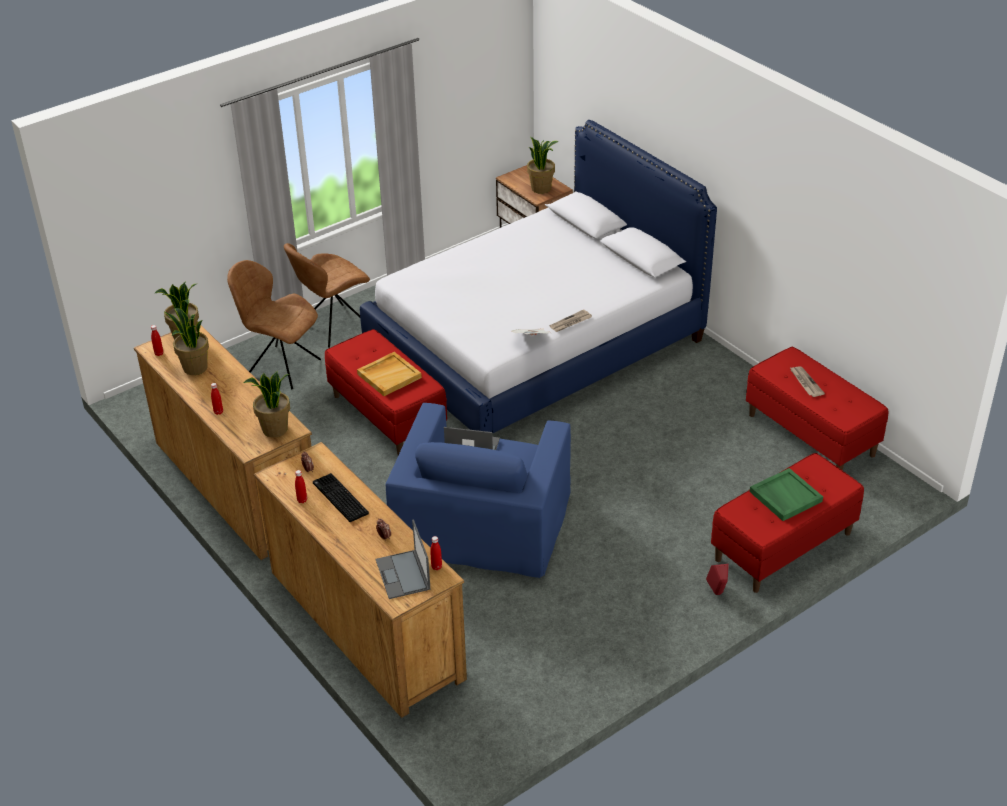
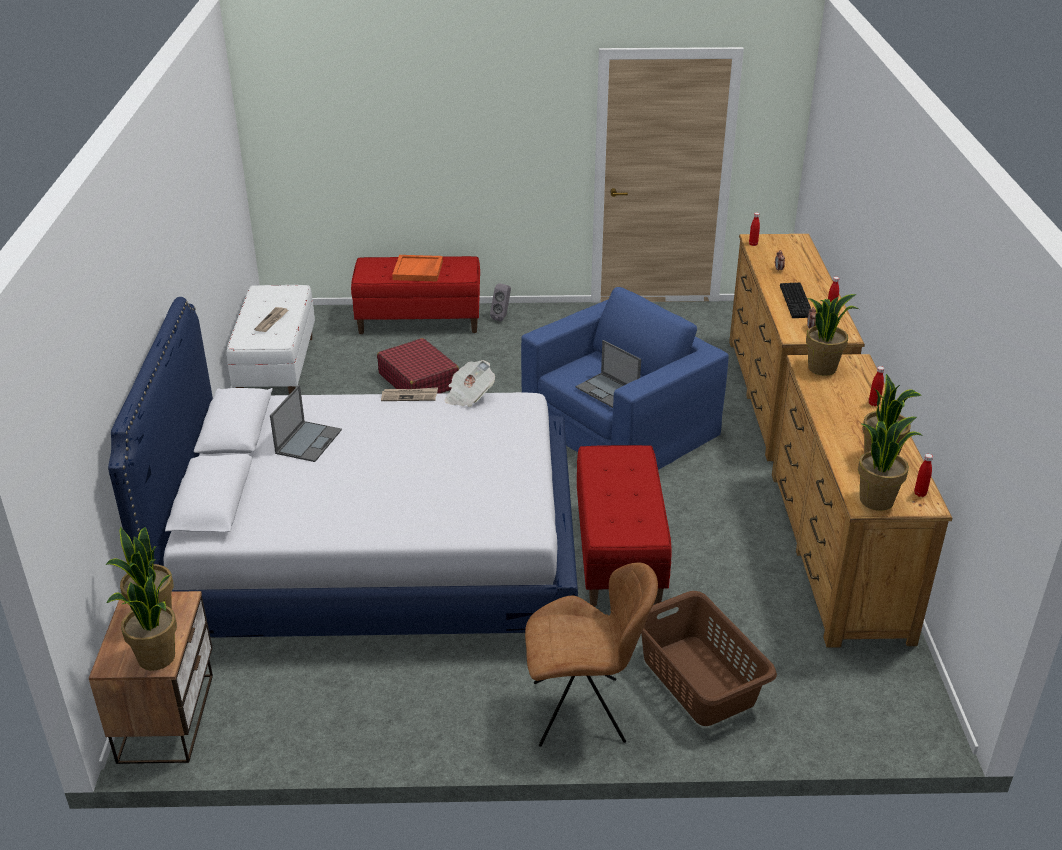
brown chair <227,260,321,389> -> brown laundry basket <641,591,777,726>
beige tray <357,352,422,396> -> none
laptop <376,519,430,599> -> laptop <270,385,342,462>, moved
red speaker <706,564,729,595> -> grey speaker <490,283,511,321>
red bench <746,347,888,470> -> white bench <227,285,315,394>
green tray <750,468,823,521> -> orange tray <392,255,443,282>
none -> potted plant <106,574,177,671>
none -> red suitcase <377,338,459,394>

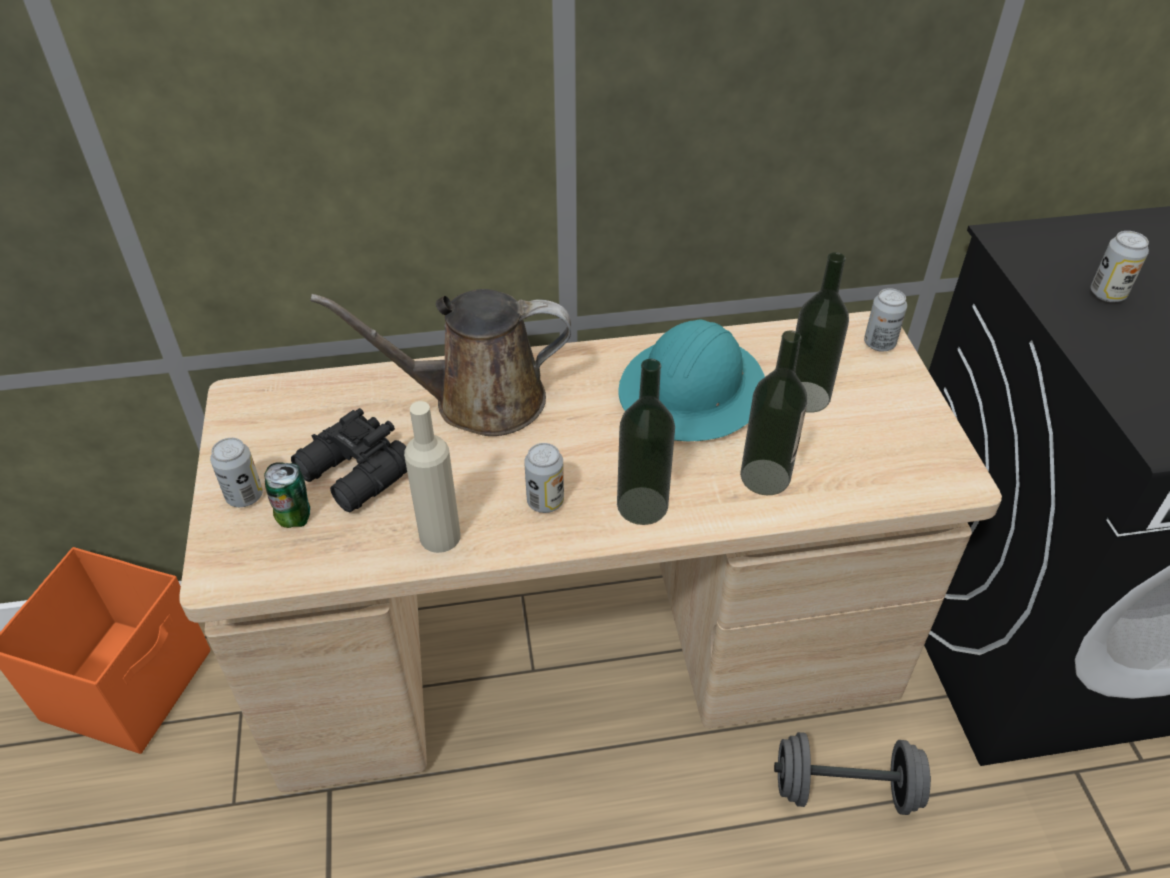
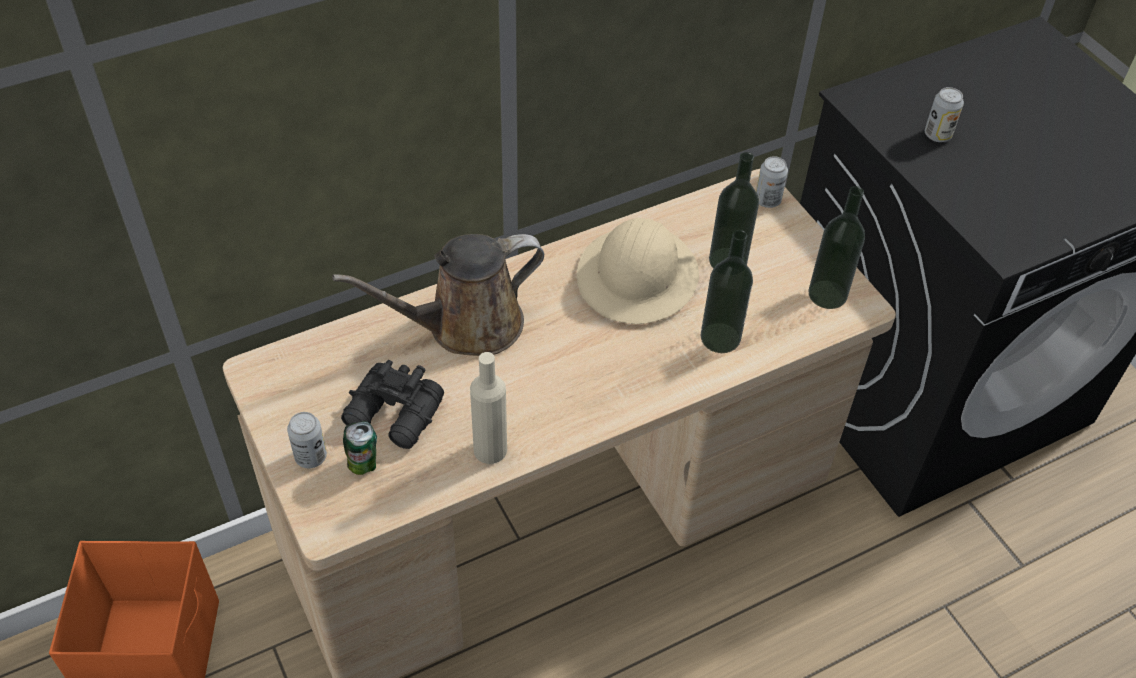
can <524,443,564,513> -> none
bottle <617,359,675,525> -> bottle <808,186,865,309>, moved
turquoise hard hat <618,320,765,441> -> beige hard hat <577,218,699,324>
grey dumbbell <774,732,931,815> -> none

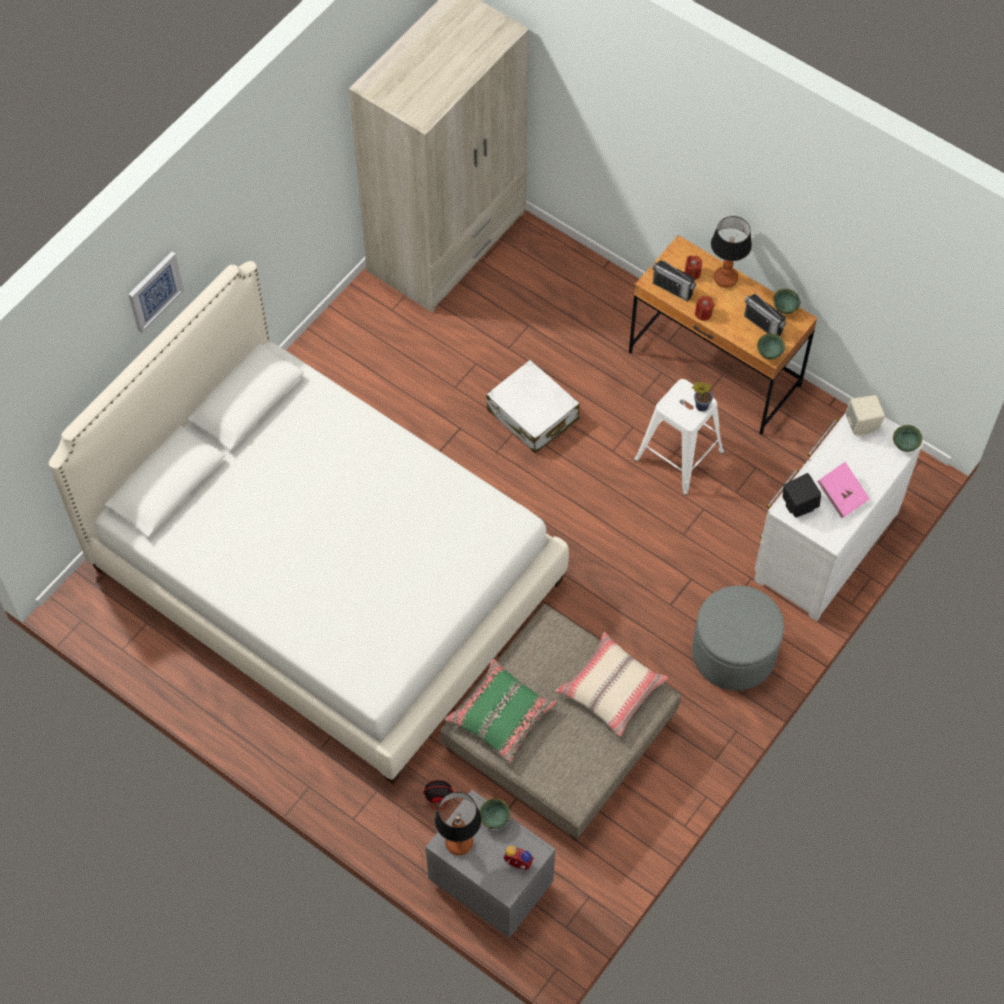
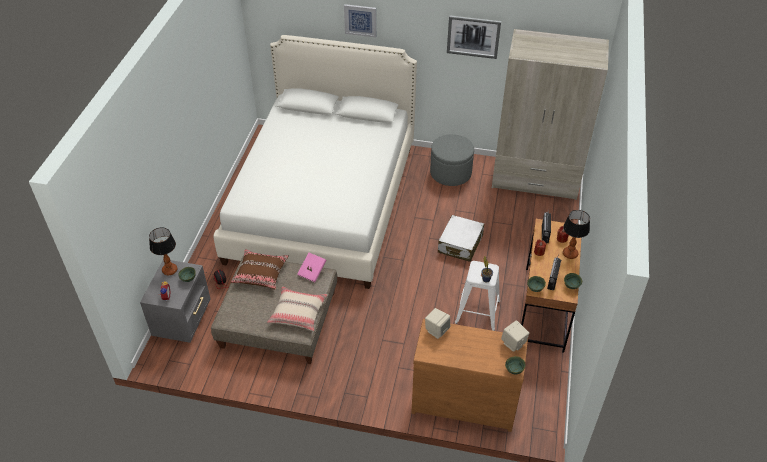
green pillow <444,658,558,764> -> brown pillow <231,249,289,290>
grey ottoman <692,585,784,690> -> grey ottoman <430,134,474,186>, moved
white dresser <754,414,924,621> -> brown dresser <411,319,528,432>
black speaker <782,473,821,517> -> beige speaker <425,308,450,339>
pink book <817,462,870,518> -> pink book <298,252,326,282>, moved
none -> picture <447,15,501,59>

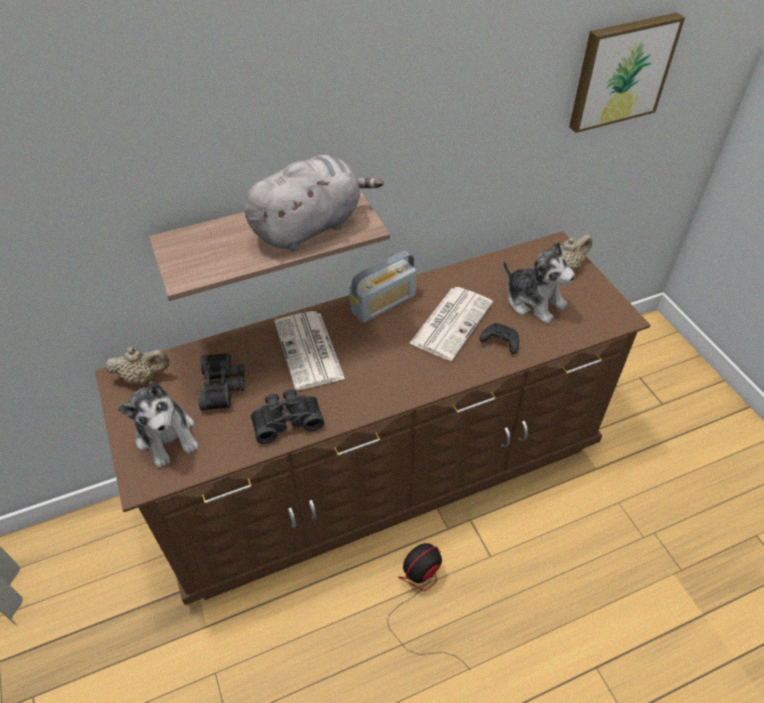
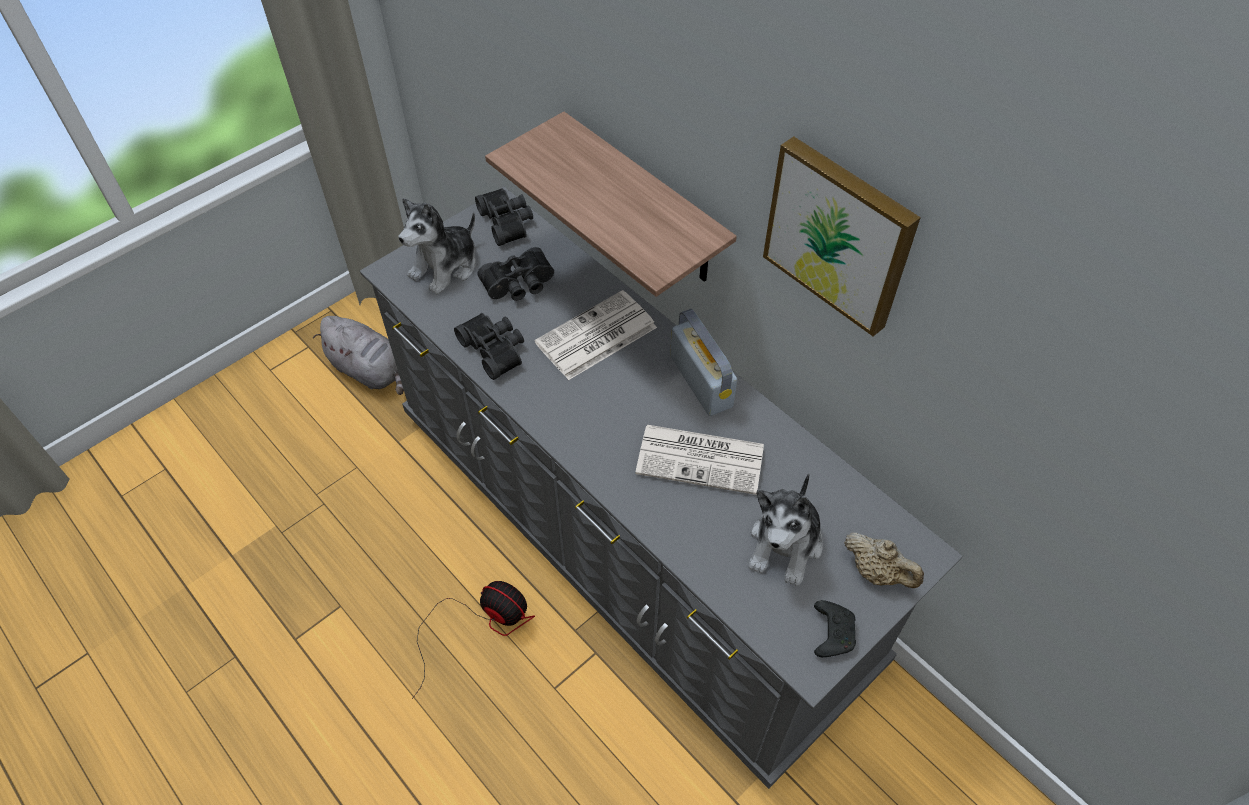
brown dresser <95,231,650,605> -> grey dresser <360,187,963,789>
beige teapot <105,347,170,384> -> black binoculars <475,188,533,246>
grey plush toy <244,155,384,251> -> grey plush toy <313,316,404,395>, moved
radio <350,251,416,323> -> radio <670,309,737,416>, 150 degrees counterclockwise
black game controller <480,323,519,354> -> black game controller <814,600,856,657>, moved
picture <569,12,685,133> -> picture <763,137,921,336>, moved

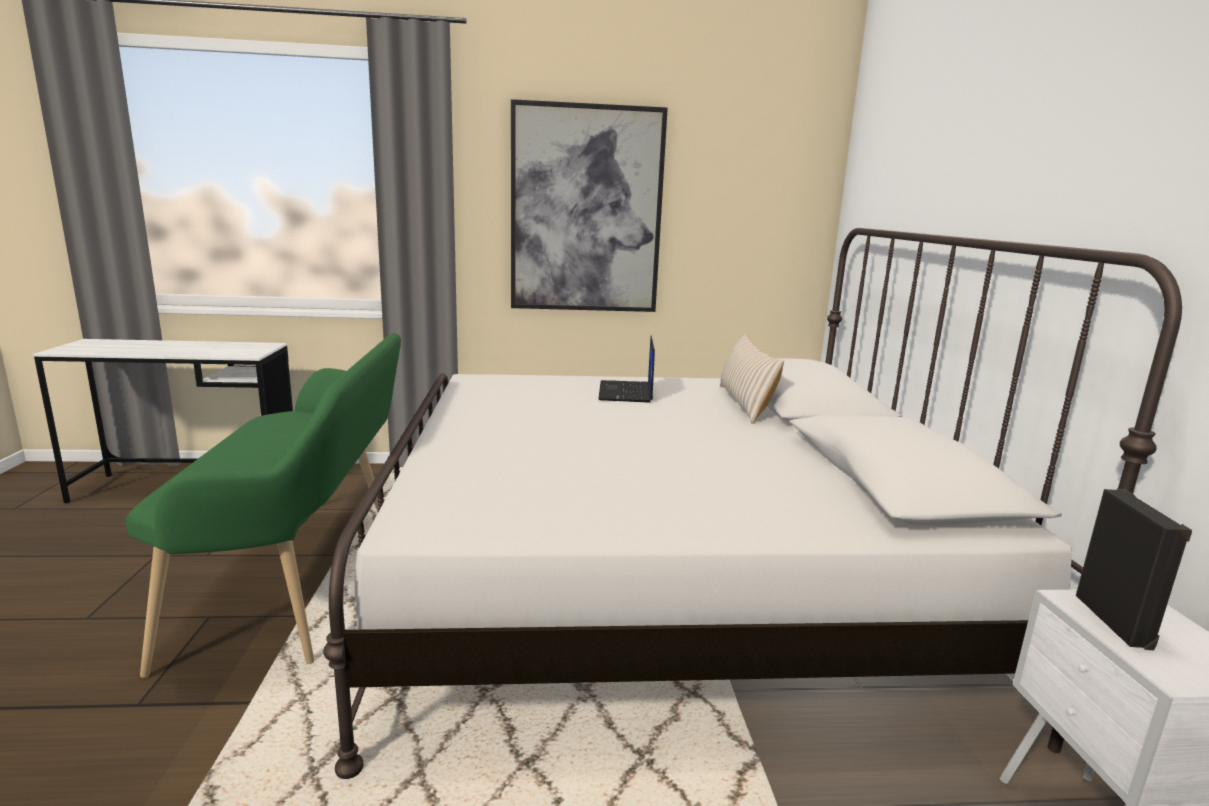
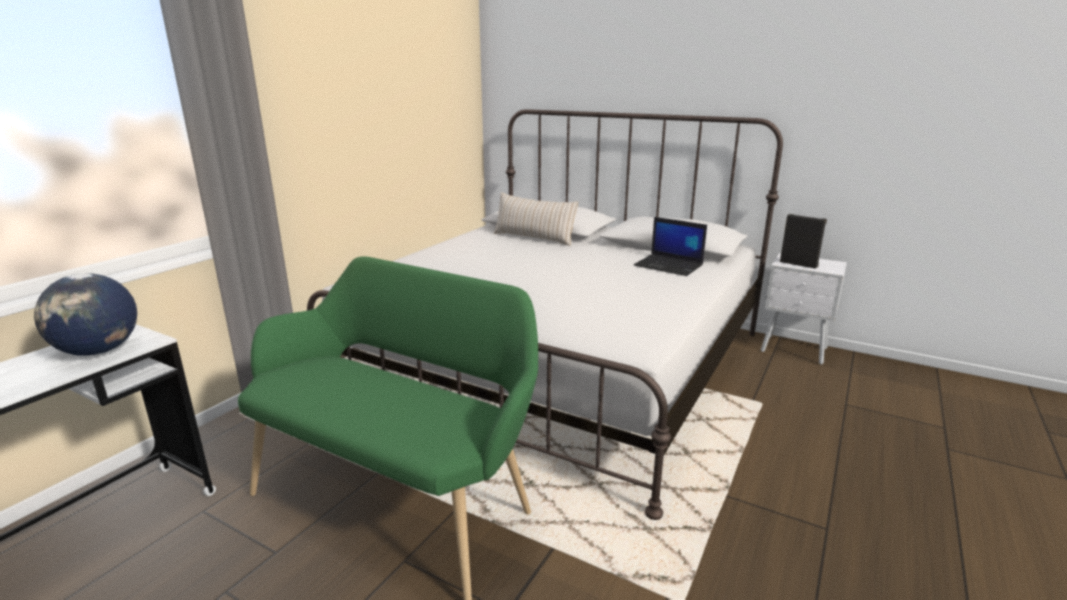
picture <511,99,668,312> -> none
laptop <598,336,655,403> -> laptop <634,217,707,276>, moved
none -> globe <34,273,137,356>

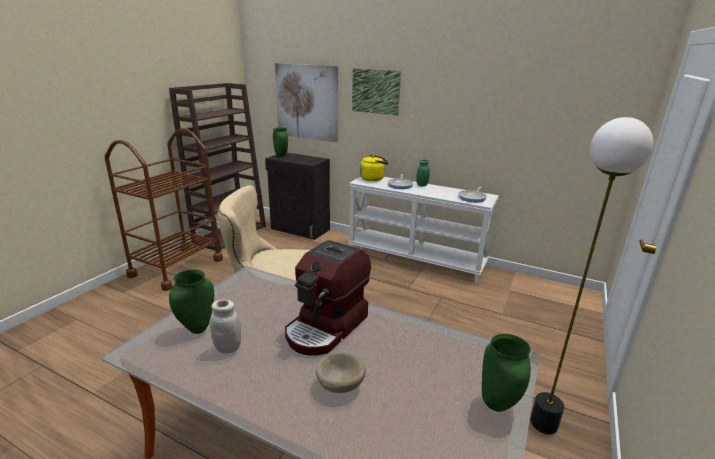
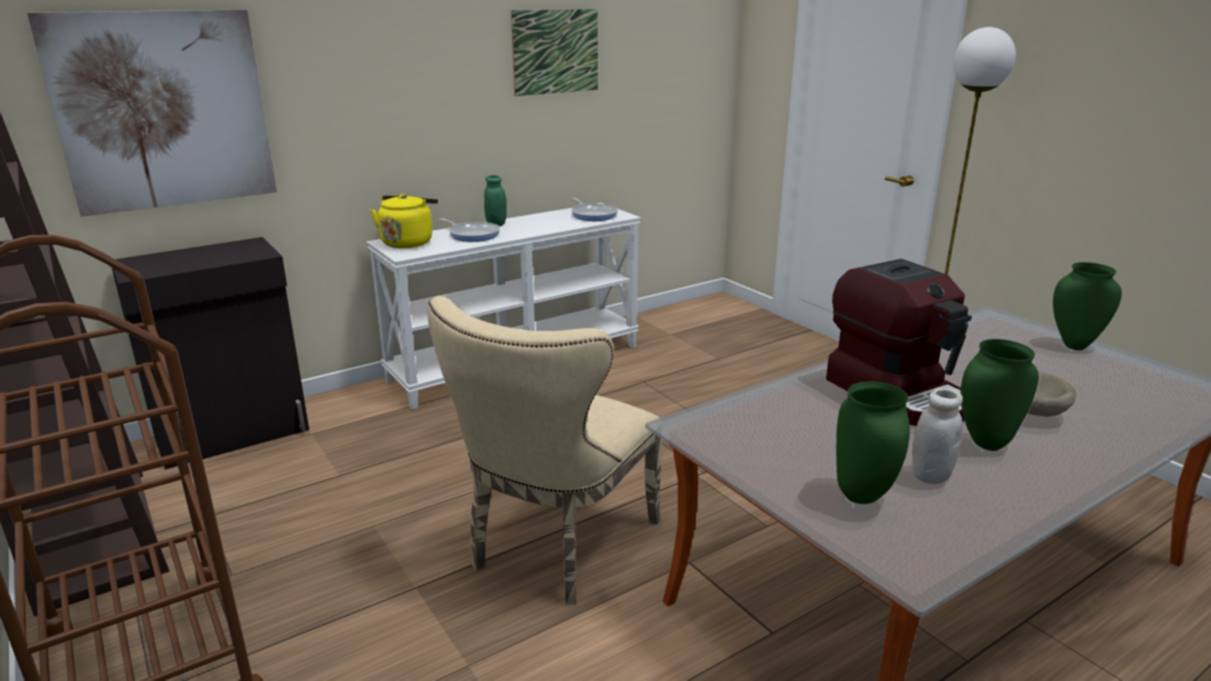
green vase <273,127,288,156> -> green vase <961,339,1039,451>, moved
picture <352,68,401,115> -> picture <511,9,598,96>, moved

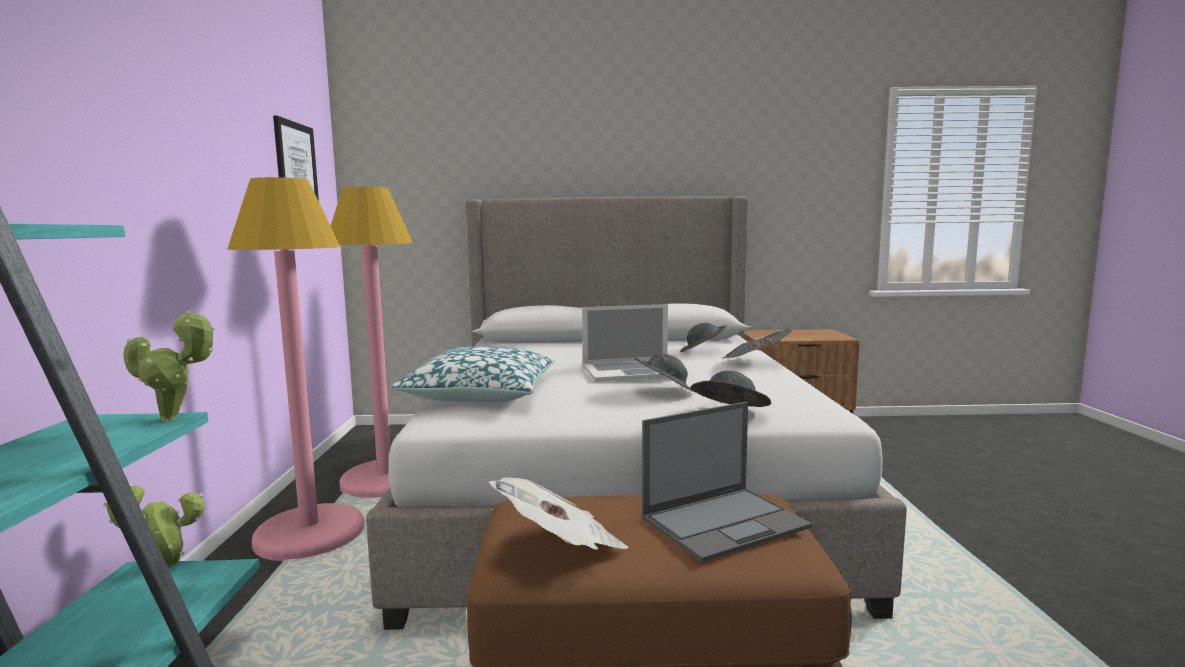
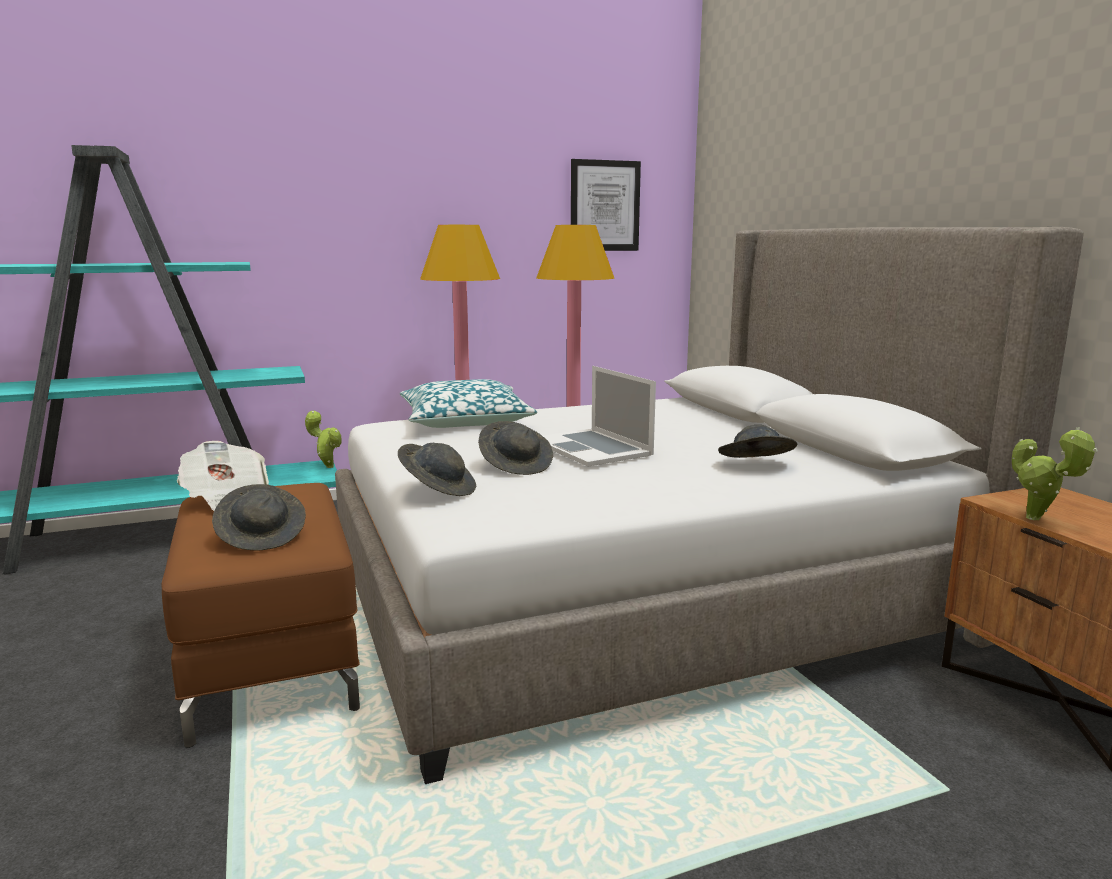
potted plant <123,310,215,422> -> potted plant <1012,427,1098,520>, moved
laptop <642,402,812,562> -> grey hat <212,484,306,551>
newspaper <722,328,792,359> -> none

